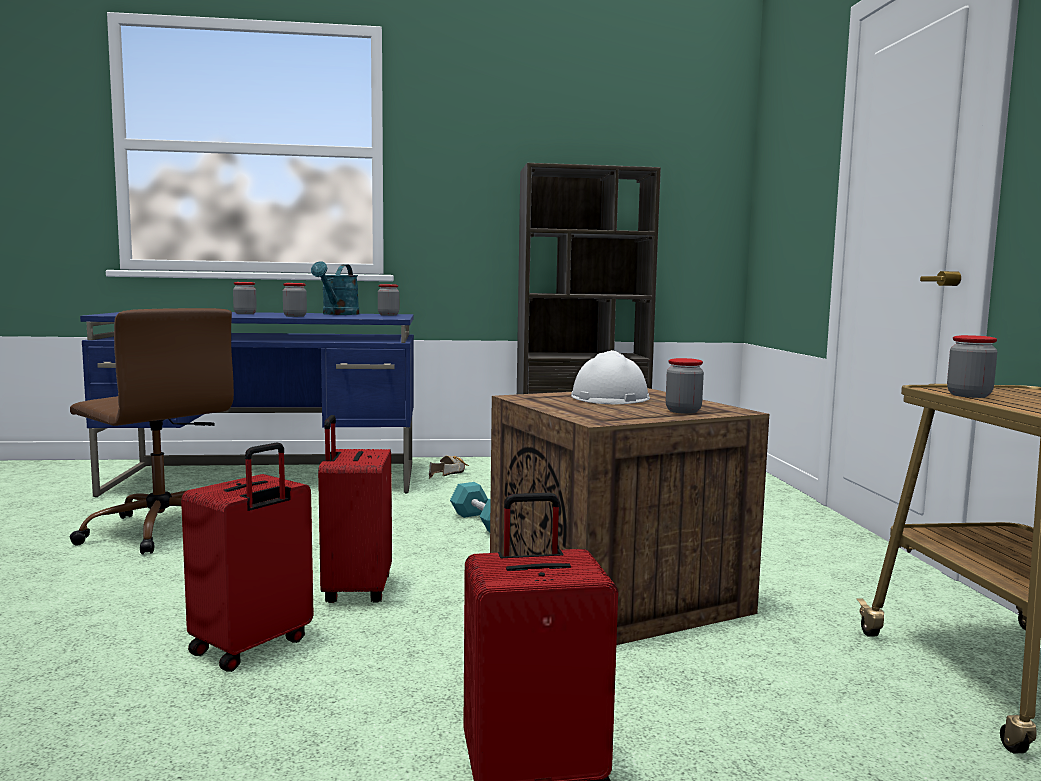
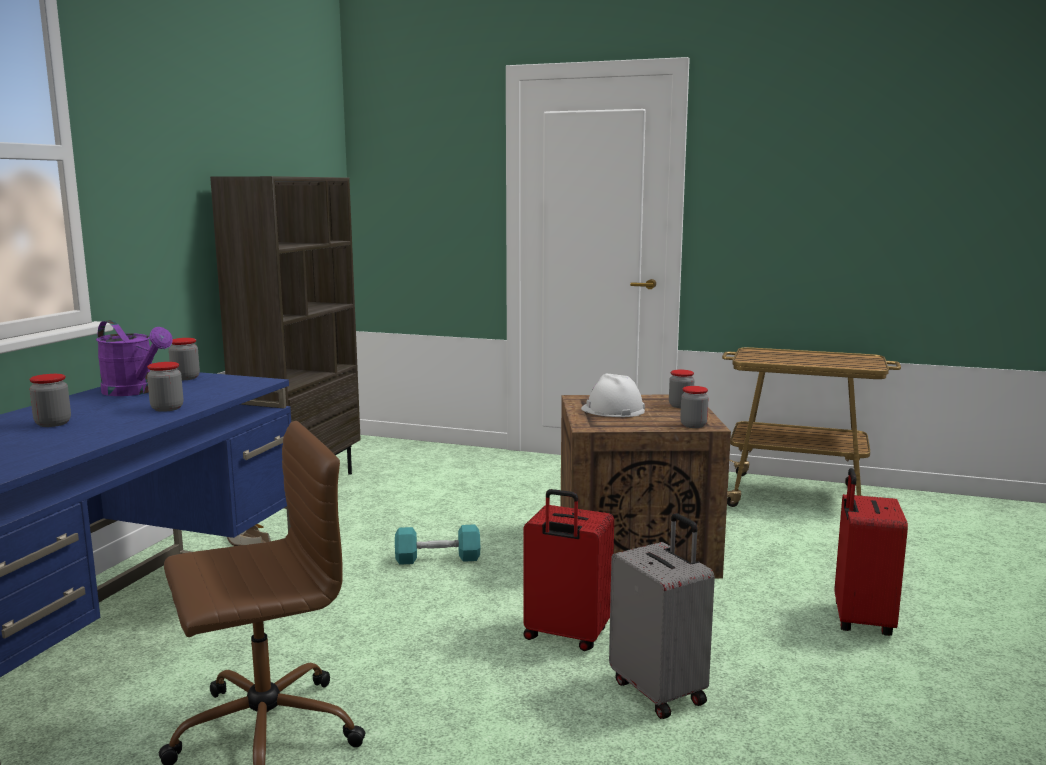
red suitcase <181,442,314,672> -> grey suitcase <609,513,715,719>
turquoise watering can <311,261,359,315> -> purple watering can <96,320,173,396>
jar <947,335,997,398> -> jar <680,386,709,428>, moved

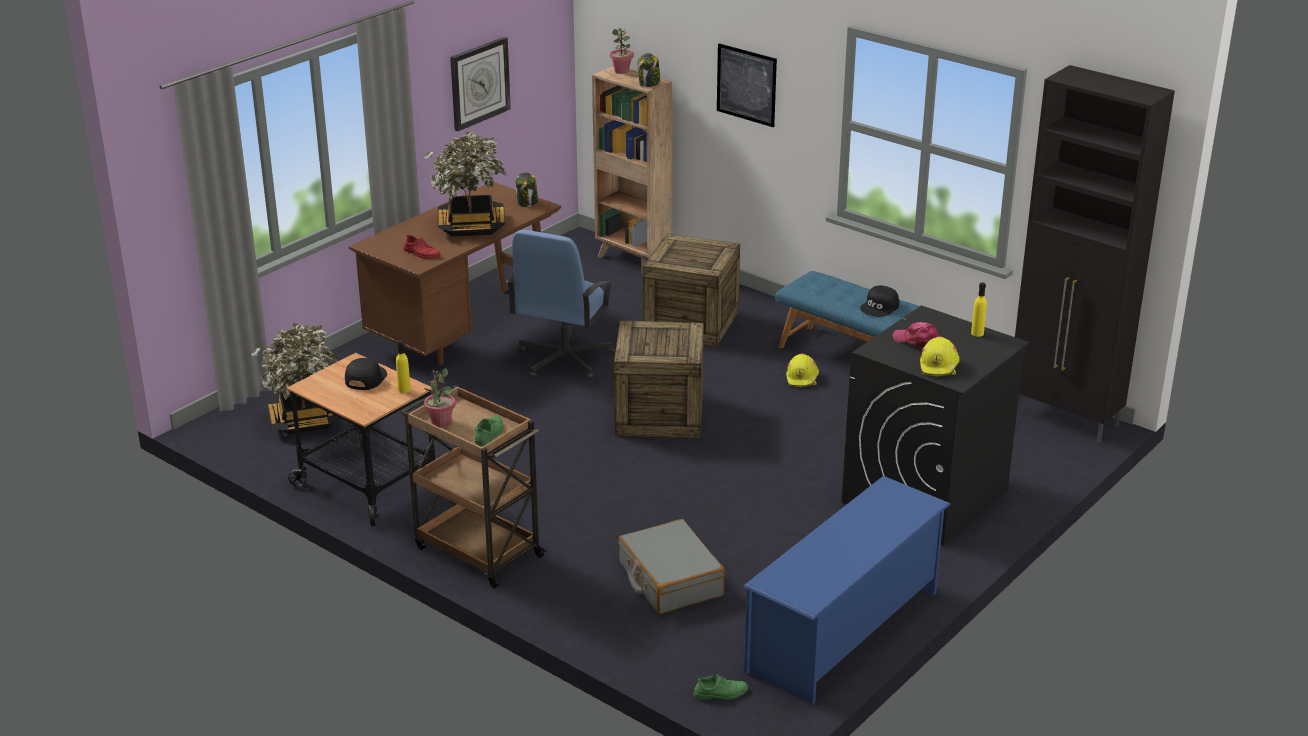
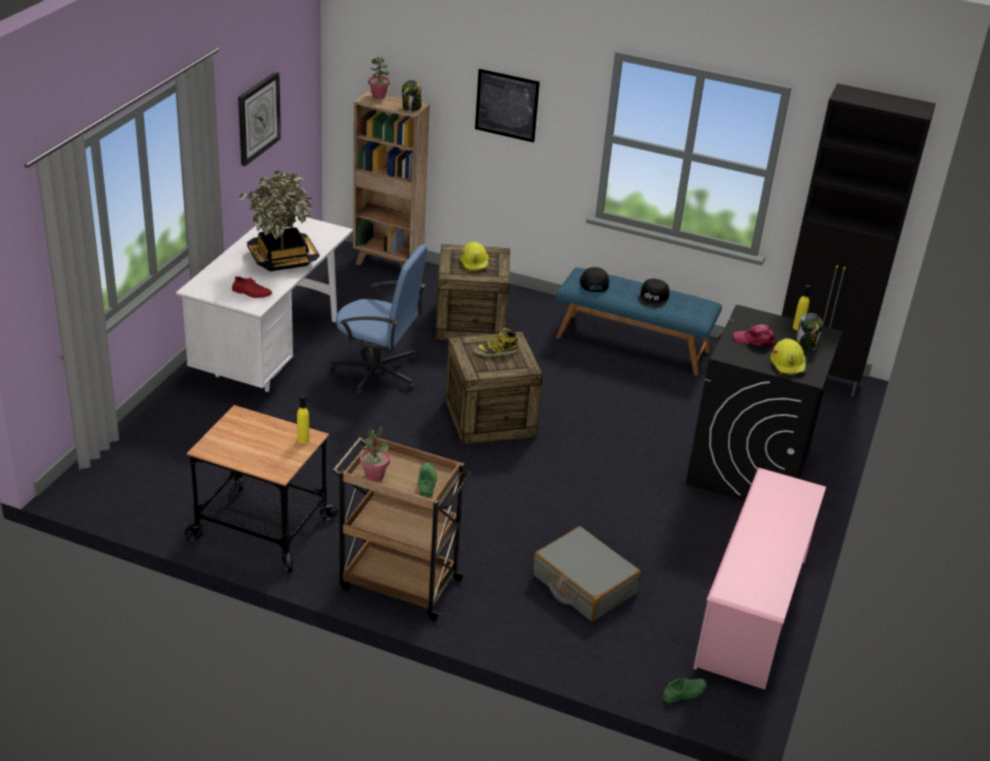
potted plant <251,323,341,434> -> none
black cap <345,358,387,390> -> black cap <580,267,609,292>, moved
brown desk <348,182,561,365> -> white desk <176,215,353,392>
blue office chair <506,230,614,380> -> blue office chair <330,245,428,396>, 75 degrees counterclockwise
jar <516,172,538,207> -> jar <796,313,823,350>, moved
blue shoe rack <743,476,951,705> -> pink shoe rack <693,468,826,690>
yellow hard hat <786,354,819,387> -> yellow hard hat <460,241,489,271>, moved
none -> boot <474,328,519,356>

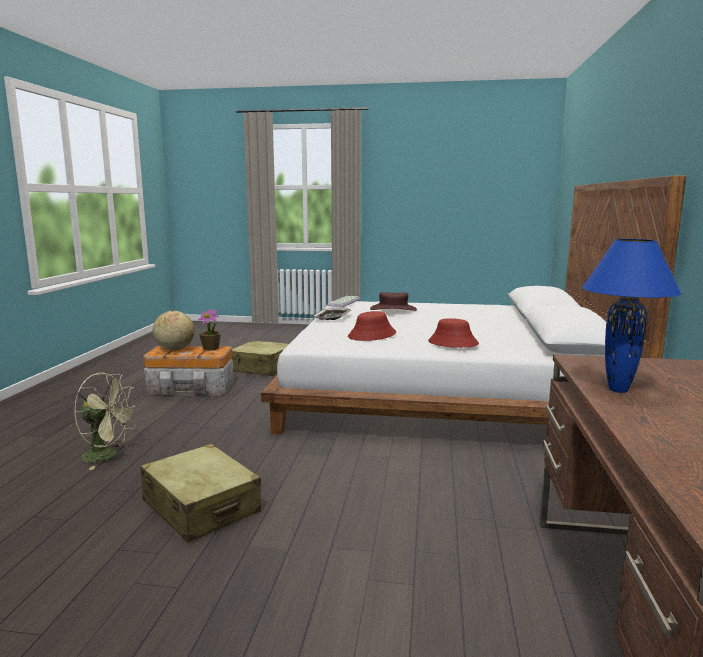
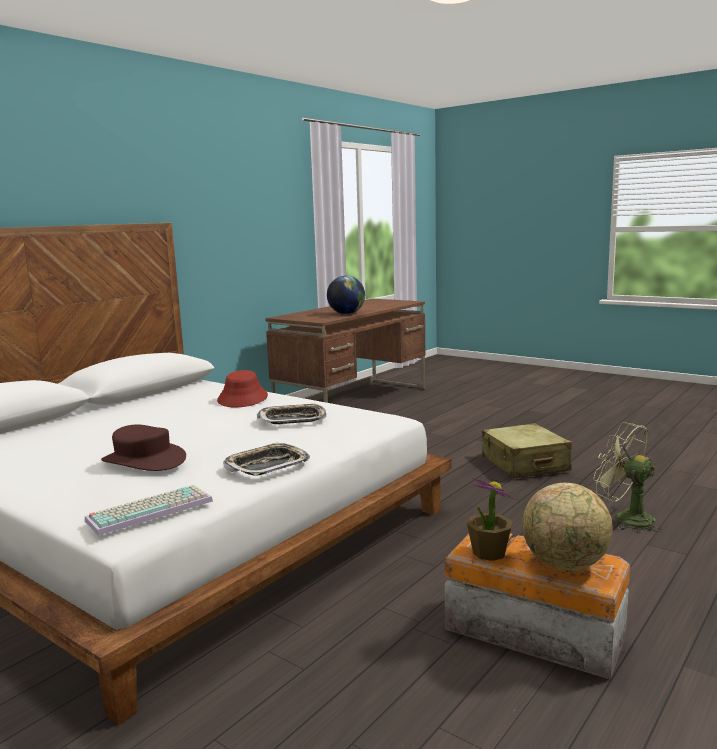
beige suitcase <231,340,289,376> -> none
red hat <348,311,396,341> -> tray <257,403,327,424>
blue table lamp <582,239,682,393> -> globe <327,276,365,314>

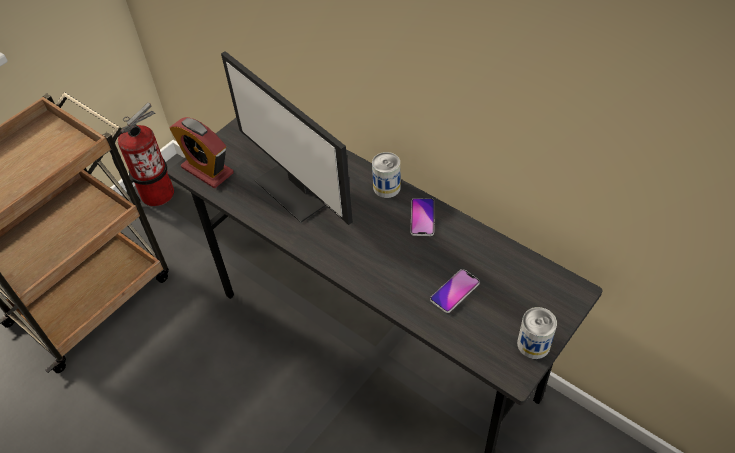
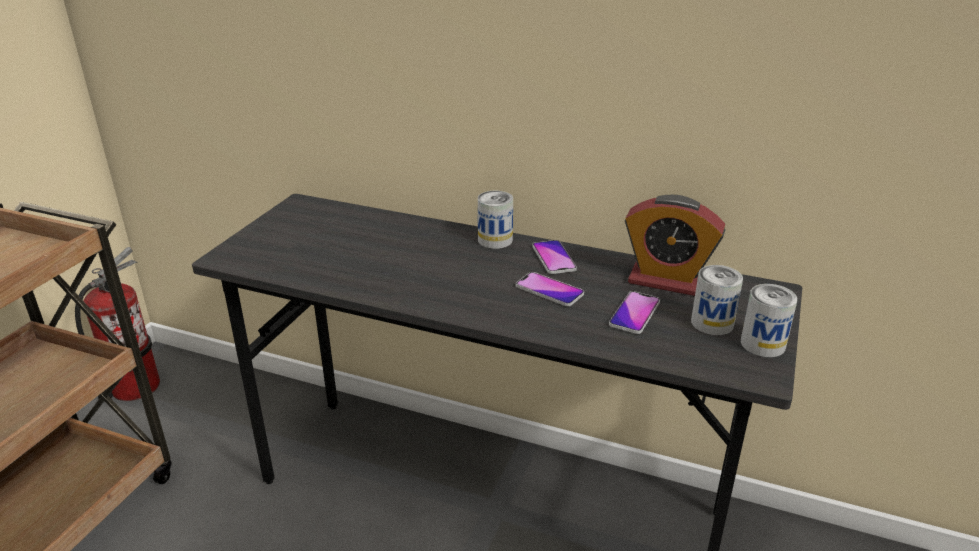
alarm clock <169,117,234,188> -> alarm clock <625,195,725,296>, moved
monitor <221,51,353,225> -> none
none -> phone <516,272,584,306>
none -> can <691,265,743,335>

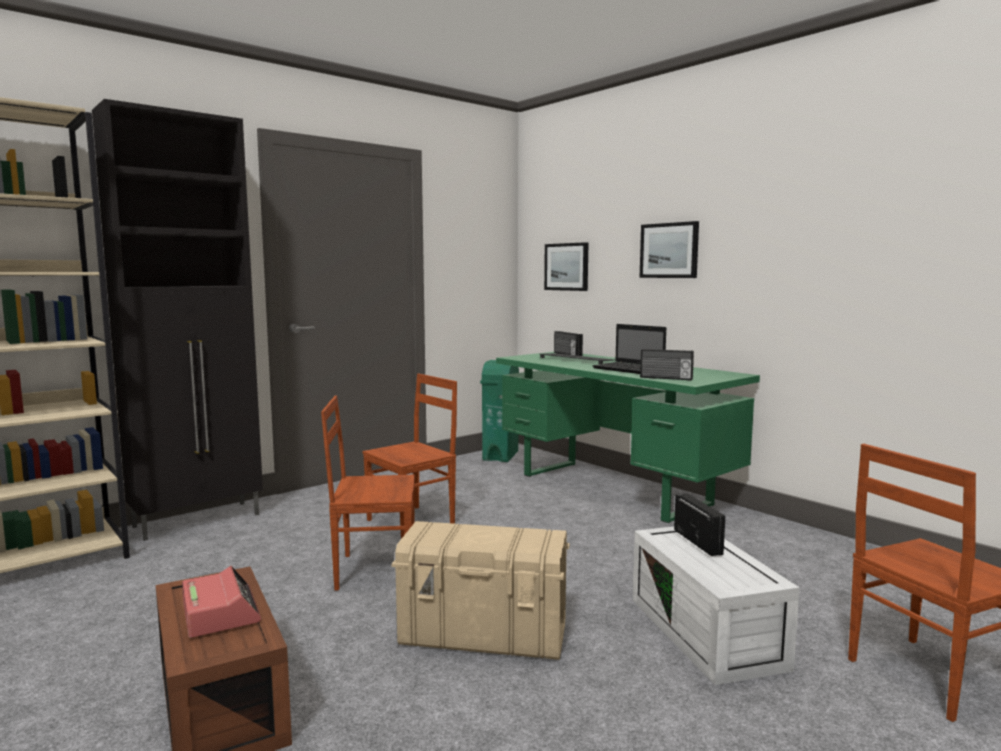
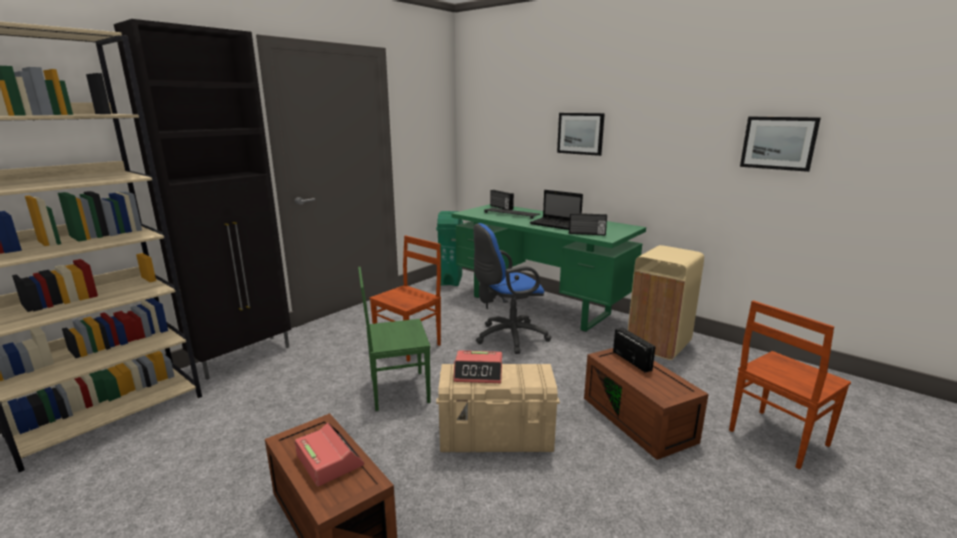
brown chair <321,396,415,591> -> green chair <358,267,431,411>
picture <544,242,588,291> -> picture <740,117,821,172>, moved
white storage box <632,526,800,685> -> brown storage box <584,348,709,460>
none -> alarm clock <453,350,502,383>
none -> blue office chair <473,223,551,354>
none -> beige trash can <628,245,704,360>

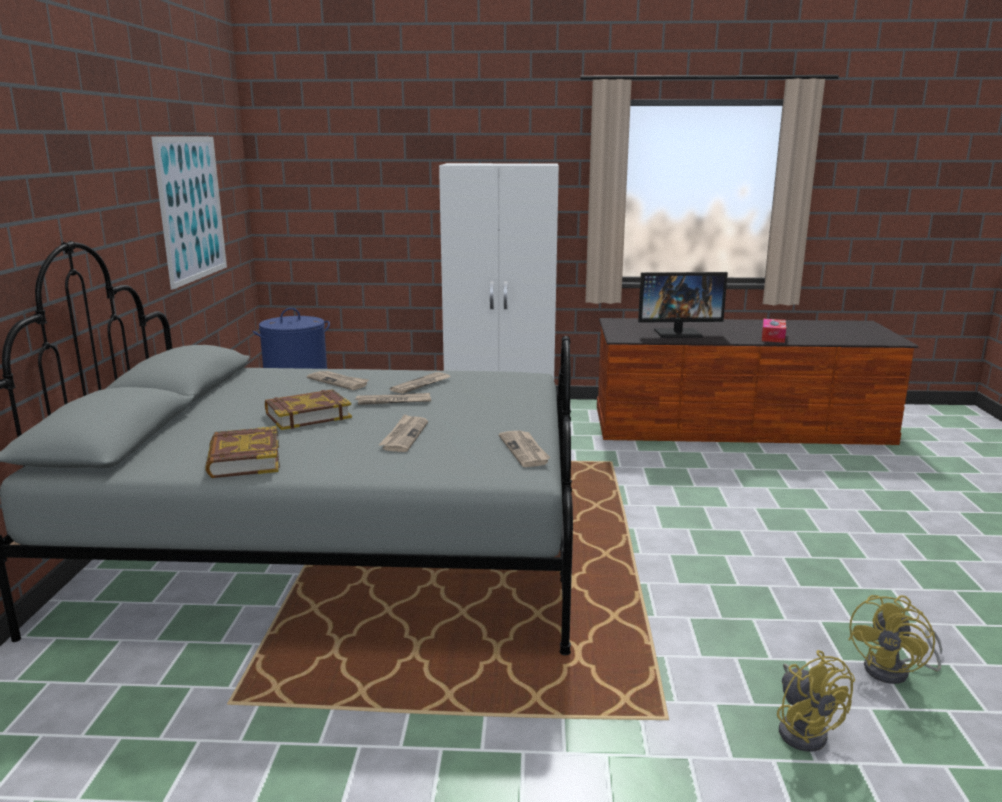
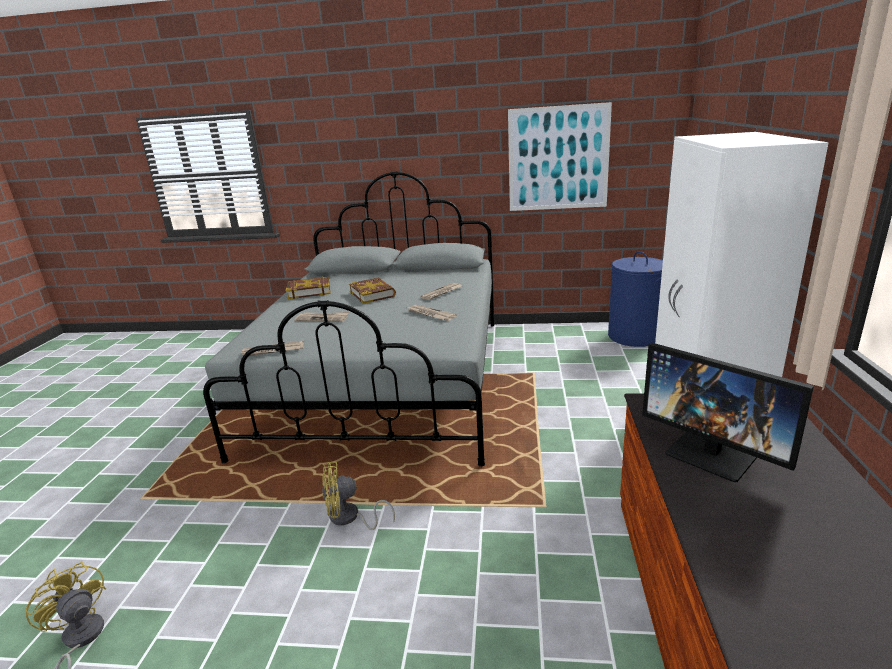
newspaper <355,393,431,405> -> none
monitor <638,272,728,338> -> monitor <642,343,814,482>, 45 degrees counterclockwise
tissue box <762,319,786,343> -> none
yellow fan <777,650,855,752> -> yellow fan <322,461,395,530>, moved

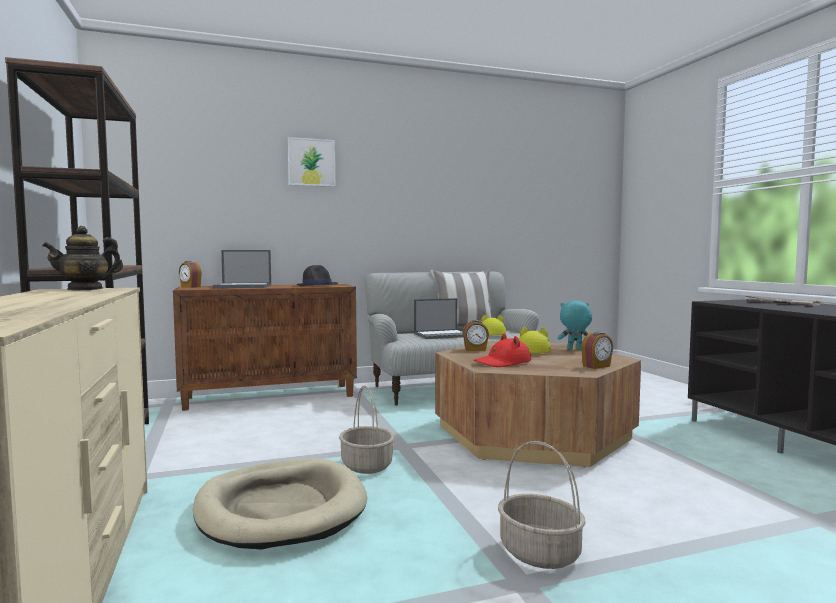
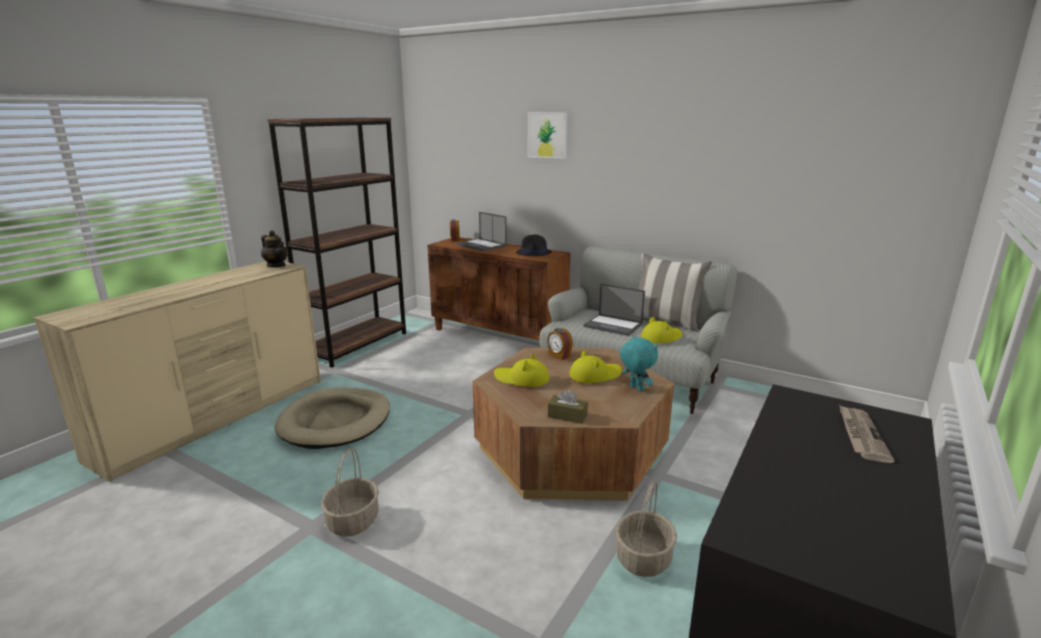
teapot <42,226,123,291> -> teapot <261,230,288,267>, 150 degrees counterclockwise
basket <339,386,394,474> -> basket <616,481,677,577>, moved
red hat <474,333,531,367> -> yellow hat <494,353,549,387>
alarm clock <581,332,613,369> -> brown tissue box <548,389,588,424>

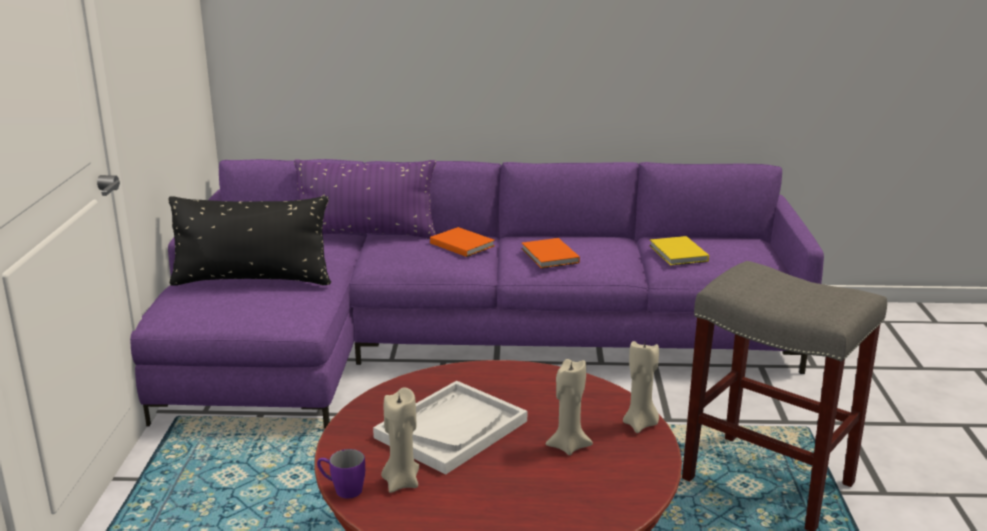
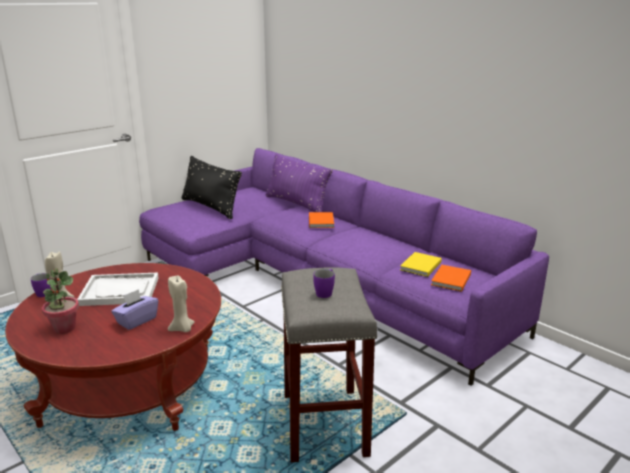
orange book <522,238,580,268> -> orange book <431,265,471,292>, moved
beige candle <545,359,593,455> -> purple tissue box <111,289,158,330>
none -> potted plant <42,268,79,334>
none -> purple mug <313,269,335,298>

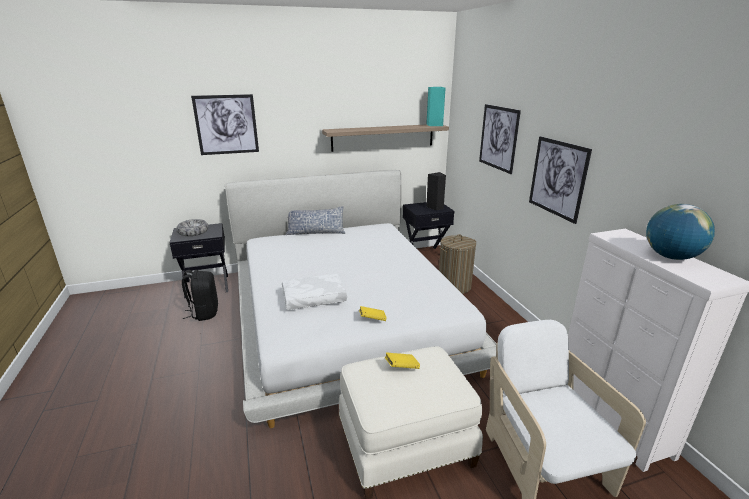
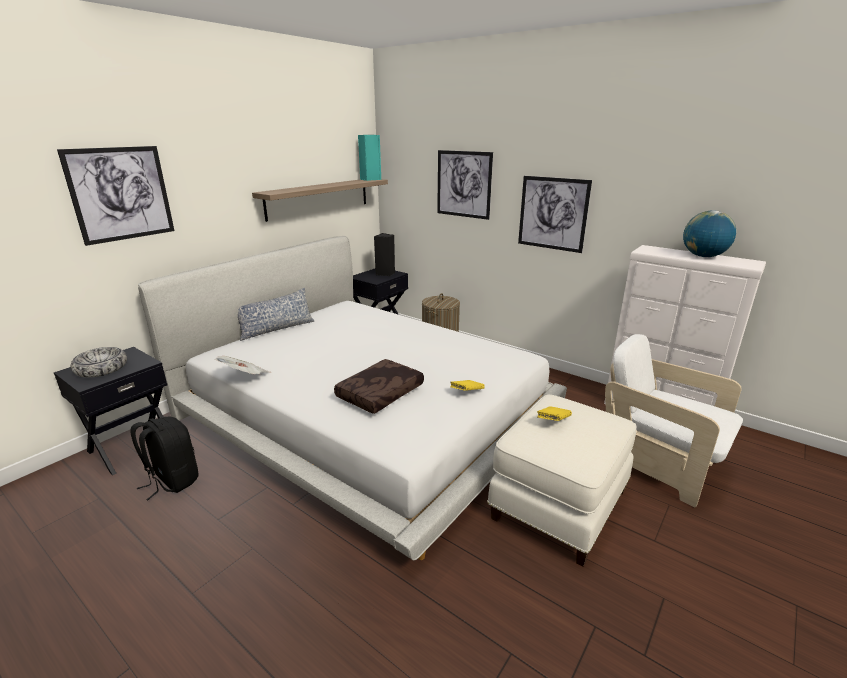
white pillow <282,274,347,310> -> brown pillow <334,359,424,414>
none -> newspaper <214,356,271,375>

